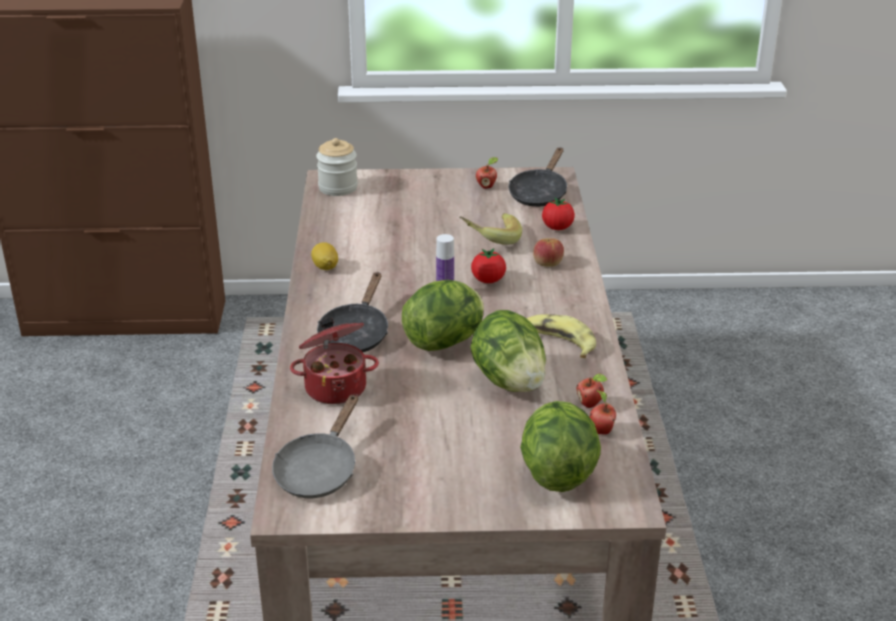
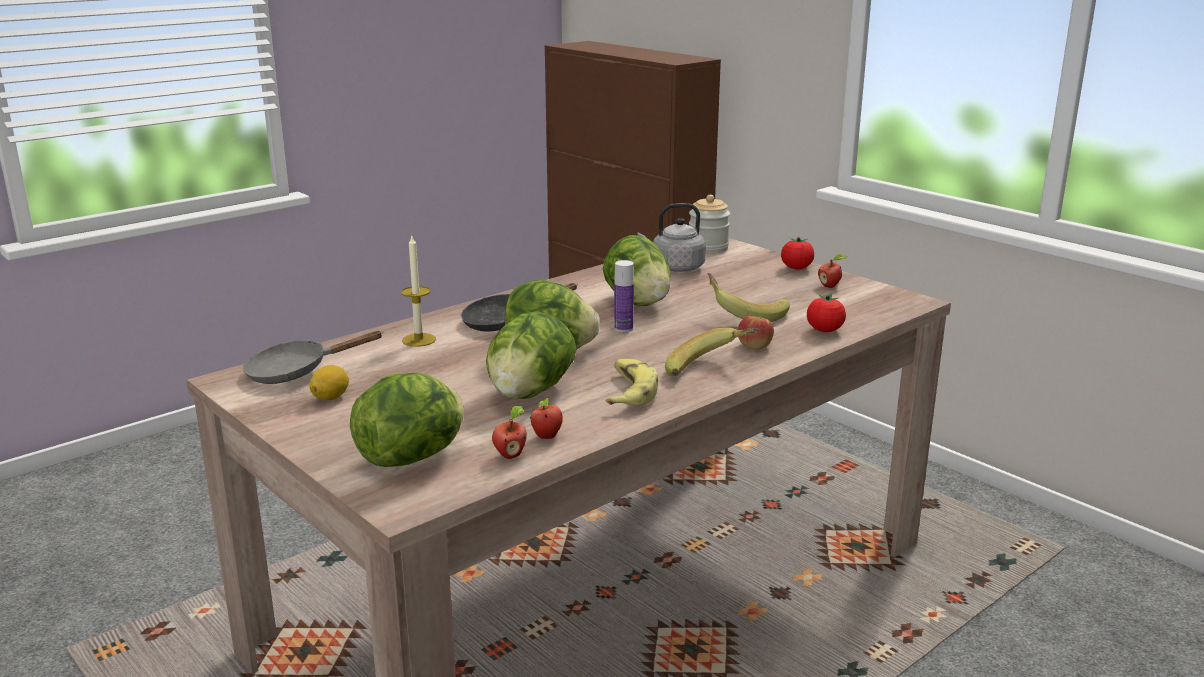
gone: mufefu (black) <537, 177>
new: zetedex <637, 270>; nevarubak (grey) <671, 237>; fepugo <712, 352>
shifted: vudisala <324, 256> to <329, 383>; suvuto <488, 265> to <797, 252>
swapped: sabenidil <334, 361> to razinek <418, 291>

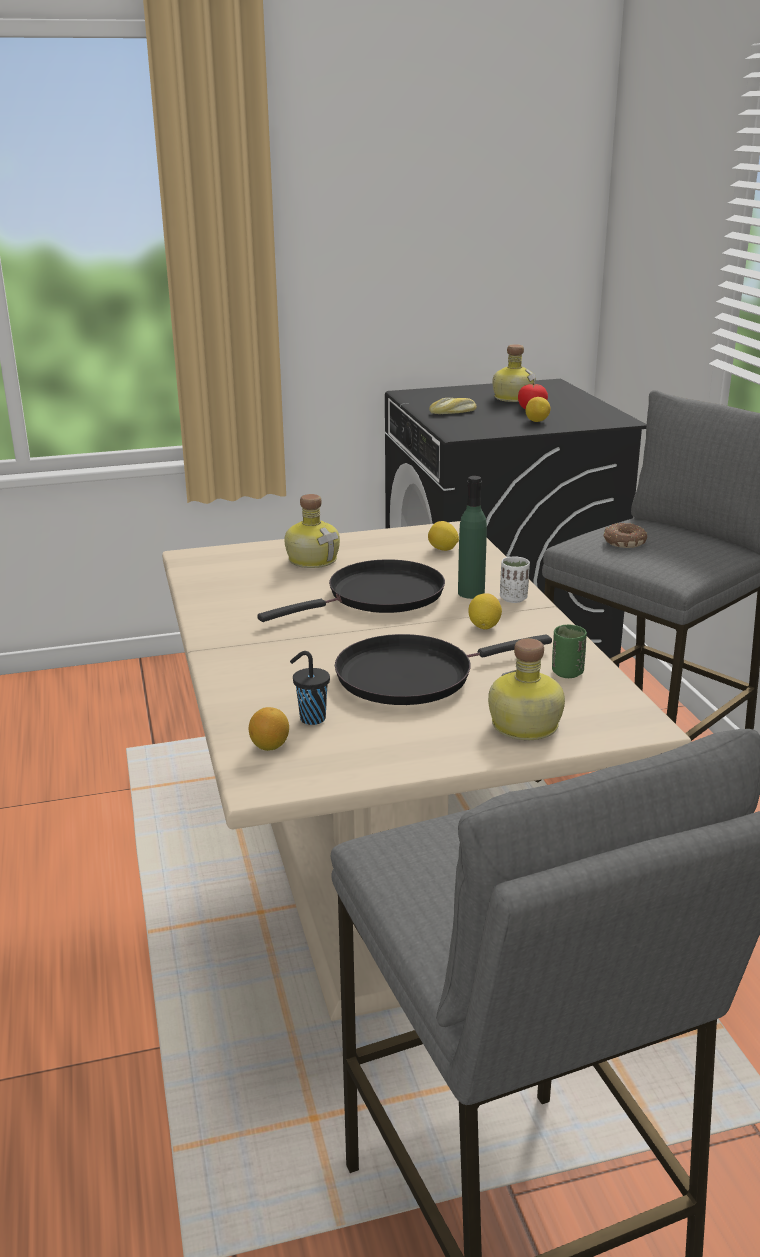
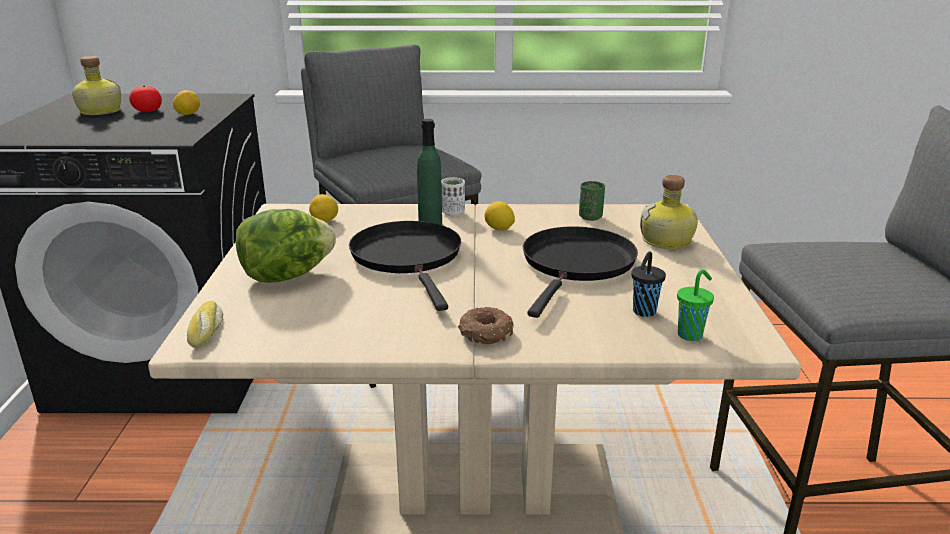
shifted: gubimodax <453, 406> to <205, 324>; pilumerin <625, 535> to <486, 325>
swapped: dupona <312, 531> to zetedex <286, 246>; vudisala <269, 729> to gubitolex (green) <695, 305>
rotated: mufefu (black) <443, 669> = <580, 272> 150 degrees counterclockwise

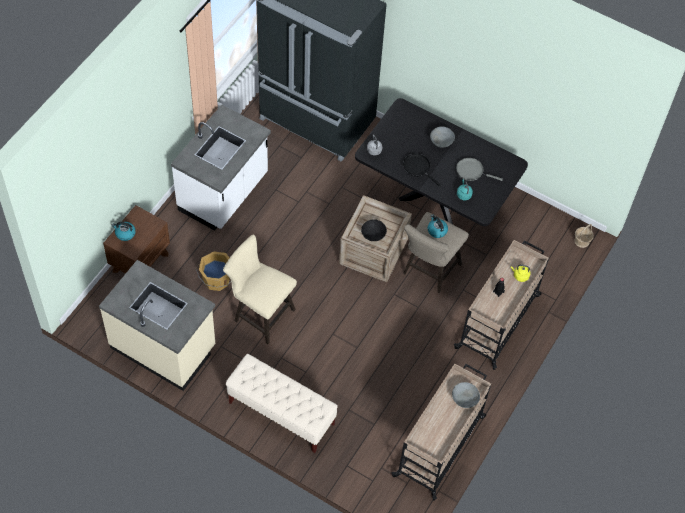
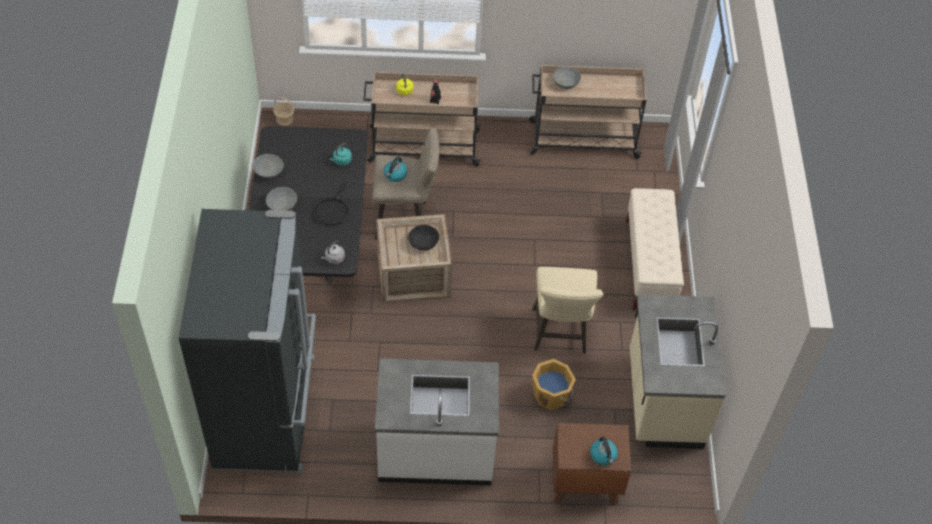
gone: mufefu (grey) <479, 169>
new: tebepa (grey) <268, 166>

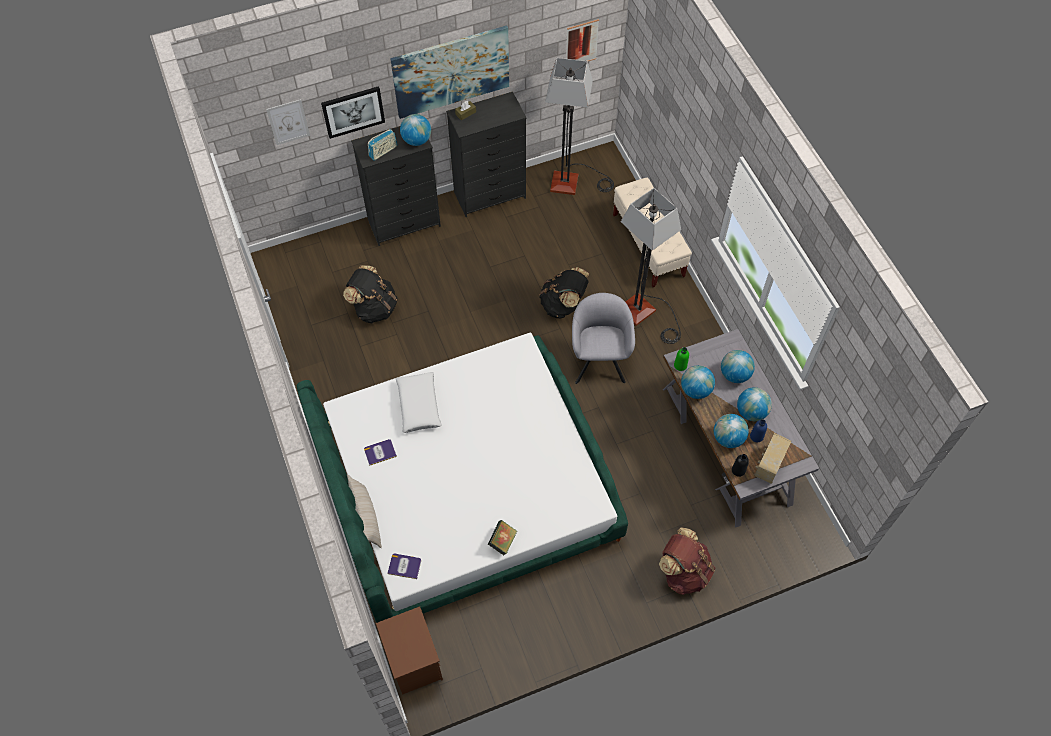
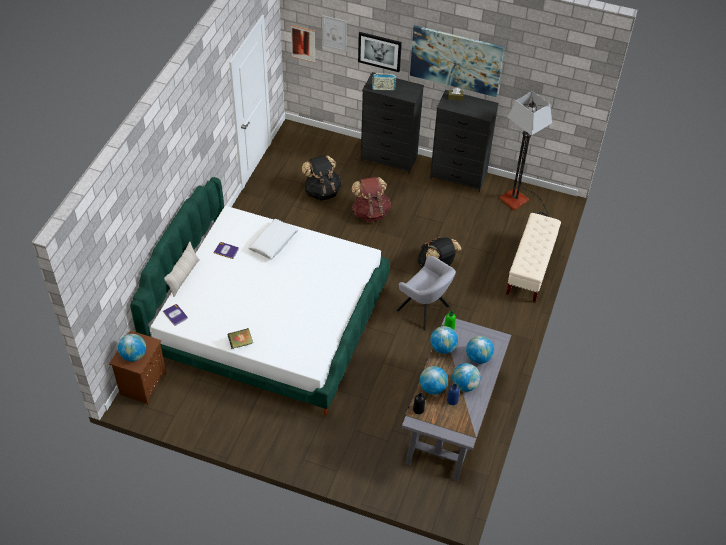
gone: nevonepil <651, 266>; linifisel <772, 458>
shifted: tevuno <415, 130> to <132, 348>; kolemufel <582, 40> to <303, 44>; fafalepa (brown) <687, 561> to <371, 199>
rotated: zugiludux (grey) <603, 338> = <426, 293> 90 degrees clockwise

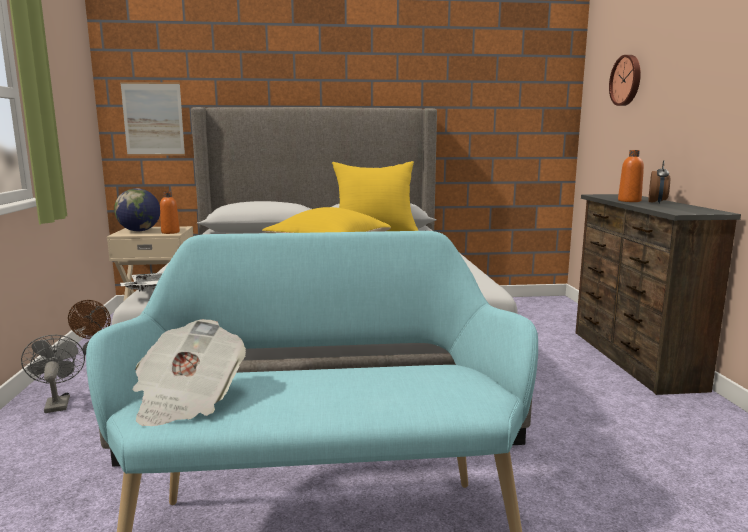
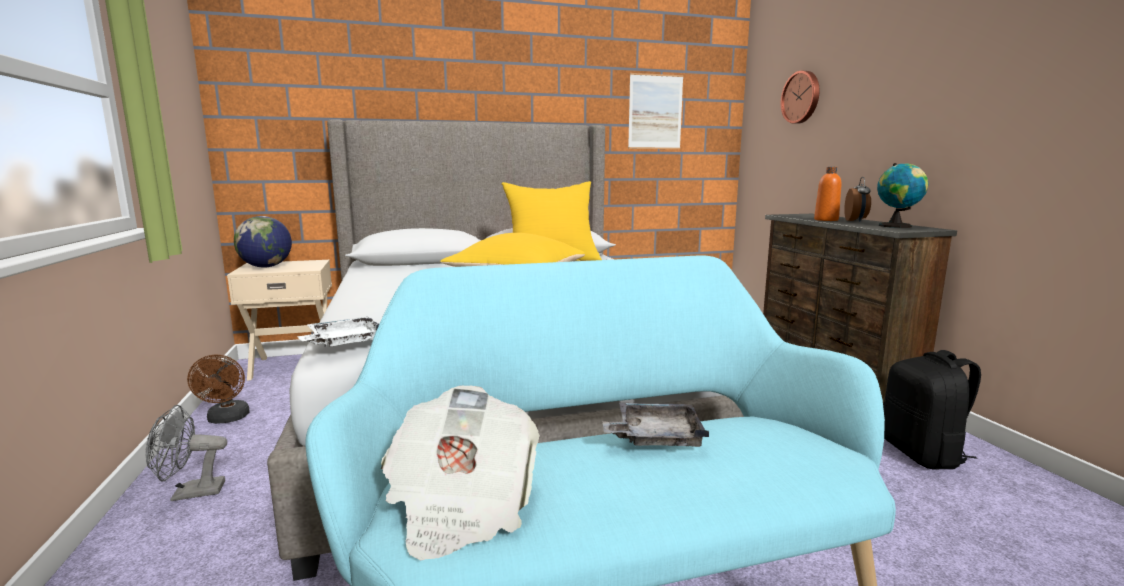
gone: dupona (orange) <170, 212>
new: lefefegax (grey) <655, 424>; tevuno <903, 195>; fafalepa (black) <932, 409>
shifted: kolemufel <152, 119> to <656, 111>
rotated: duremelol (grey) <53, 374> = <186, 453> 75 degrees counterclockwise

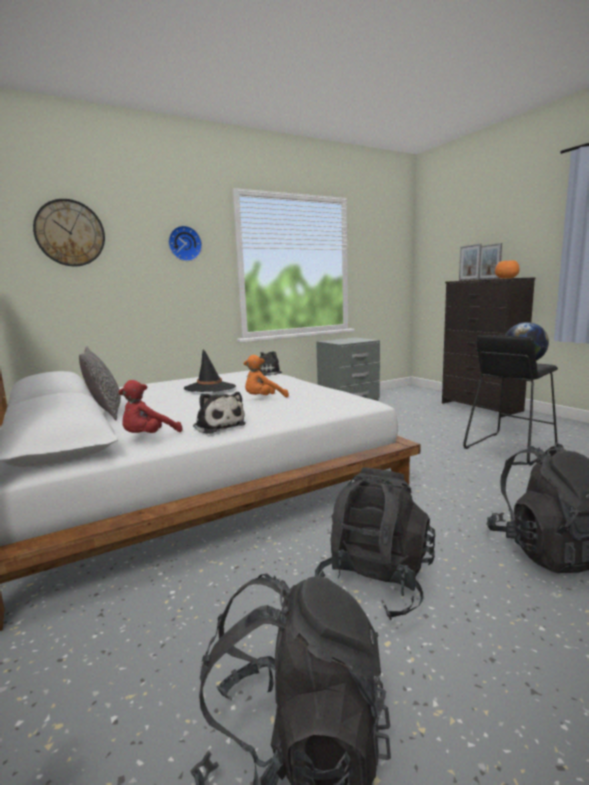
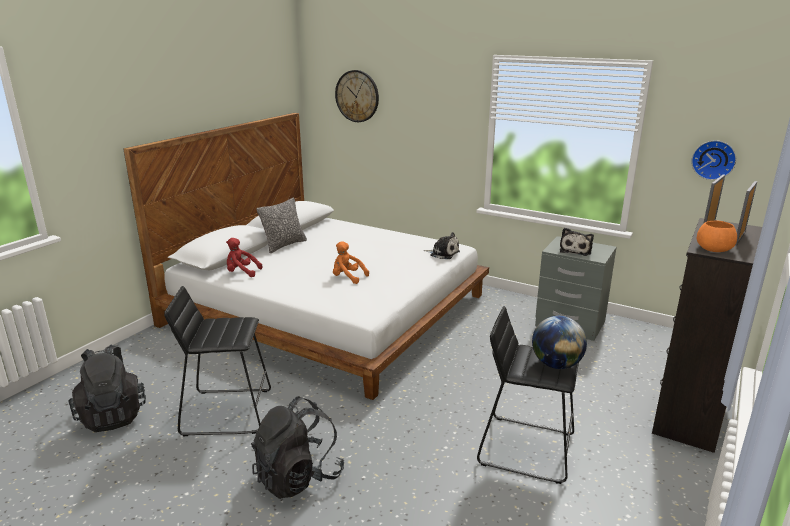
gone: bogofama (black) <209, 370>
shifted: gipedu <219, 413> to <577, 242>; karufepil <185, 243> to <713, 160>
swapped: fafalepa (black) <375, 544> to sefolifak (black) <217, 361>

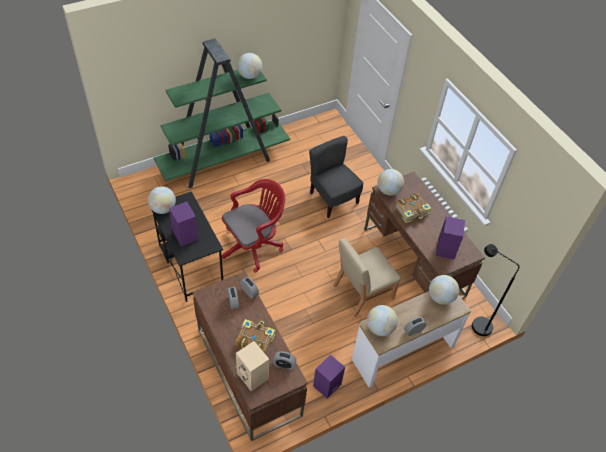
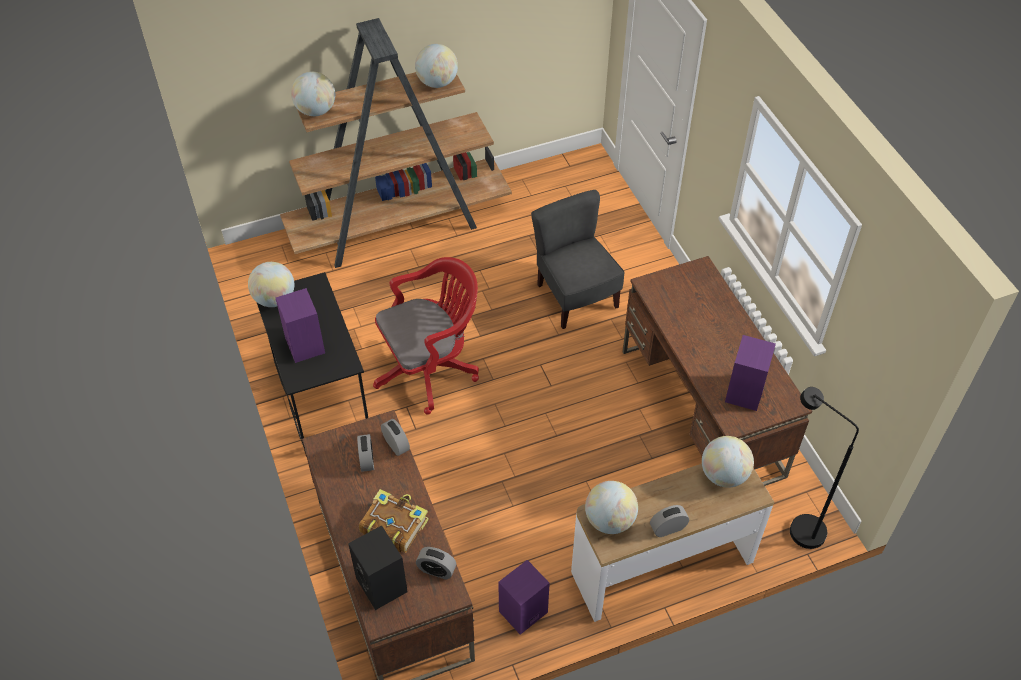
gone: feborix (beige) <367, 277>; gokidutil <413, 208>
shifted: tevuno <391, 182> to <313, 93>
repainted: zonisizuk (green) <222, 113> to zonisizuk (brown) <396, 143>; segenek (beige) <252, 366> to segenek (black) <378, 567>

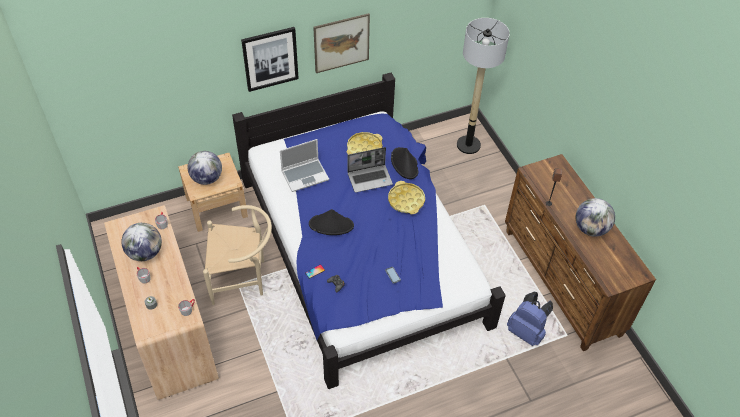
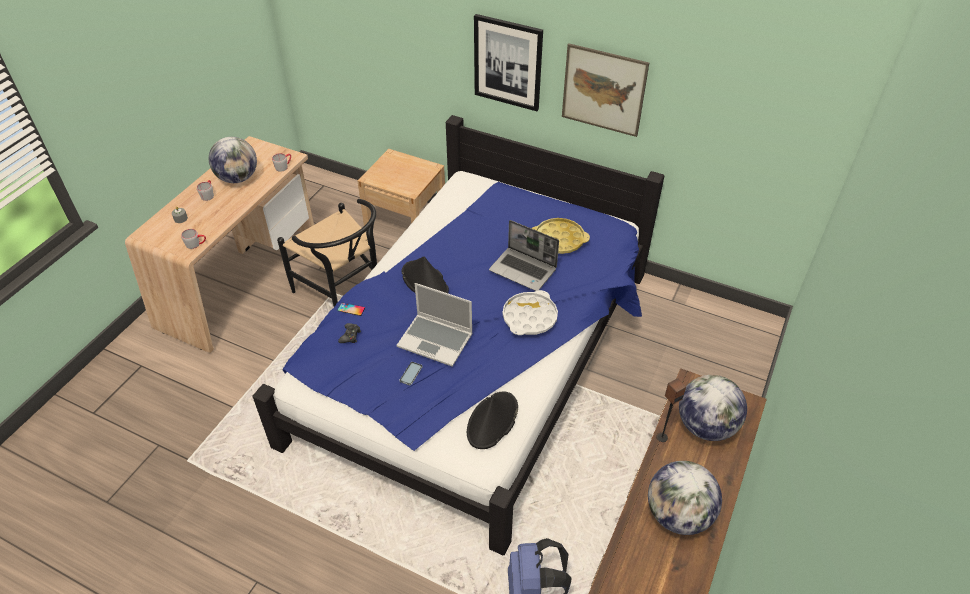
gone: nevonepil <483, 86>
shifted: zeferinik <304, 165> to <434, 325>; bogofama (black) <405, 163> to <492, 420>; tevuno <204, 168> to <713, 408>
repainted: feborix (beige) <237, 255> to feborix (black) <327, 253>; lefefegax (yellow) <406, 197> to lefefegax (white) <530, 312>

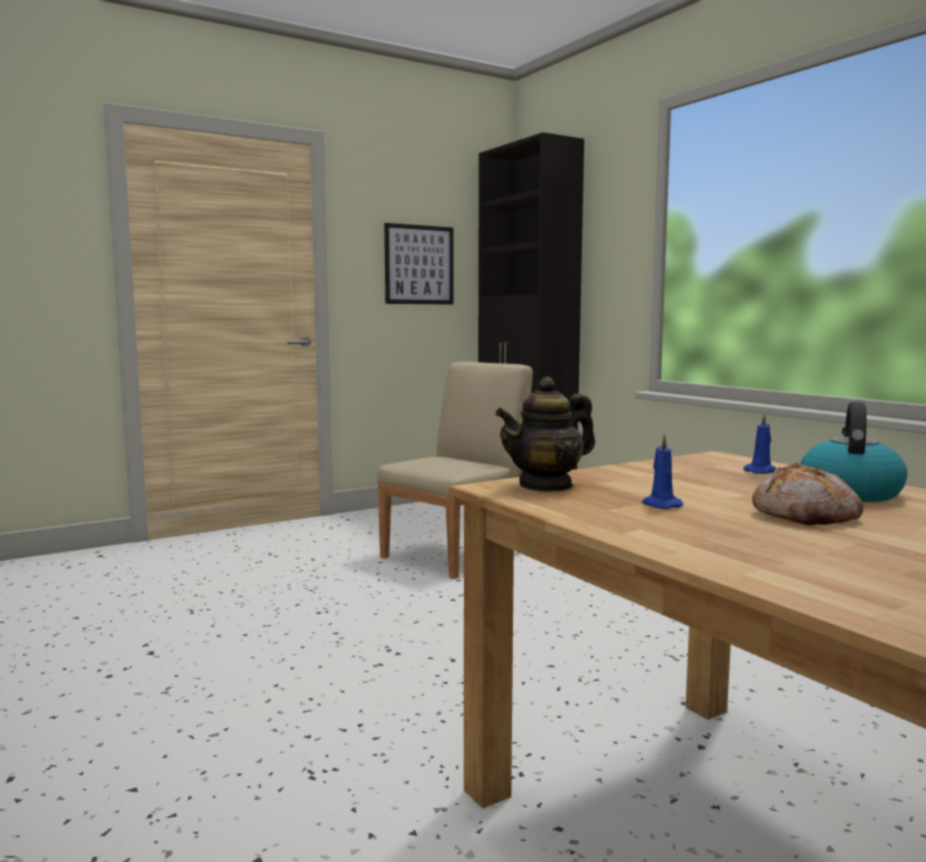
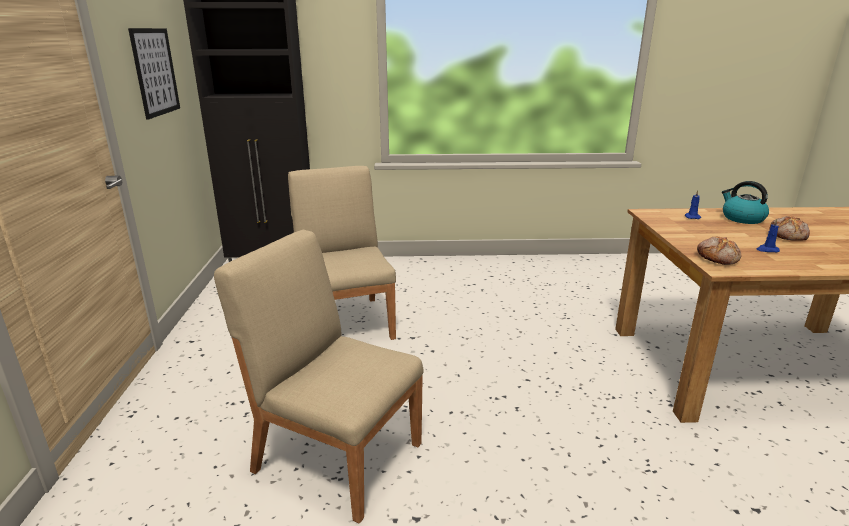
new: feborix (beige) <319, 376>
swapped: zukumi <545, 434> to gubimodax <719, 250>

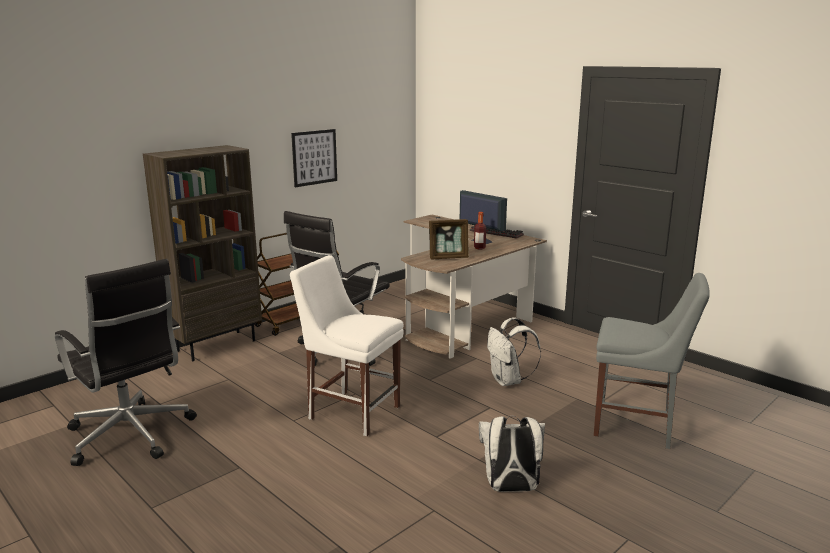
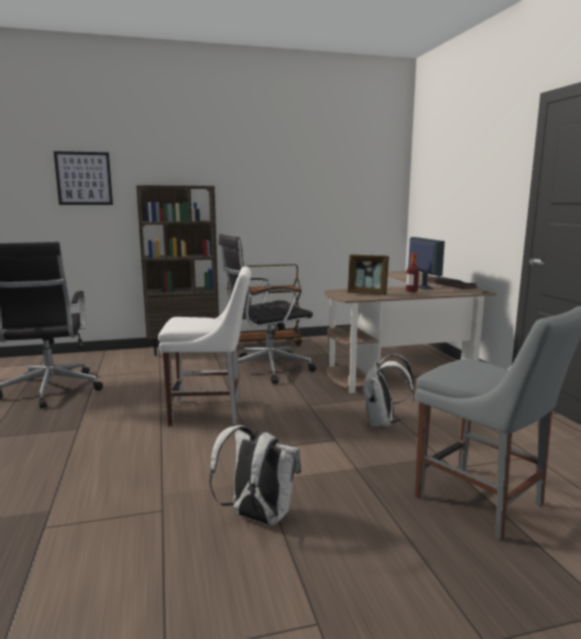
shifted: kolemufel <314, 158> to <83, 178>
rotated: feborix (white) <347, 345> = <204, 346> 120 degrees clockwise

